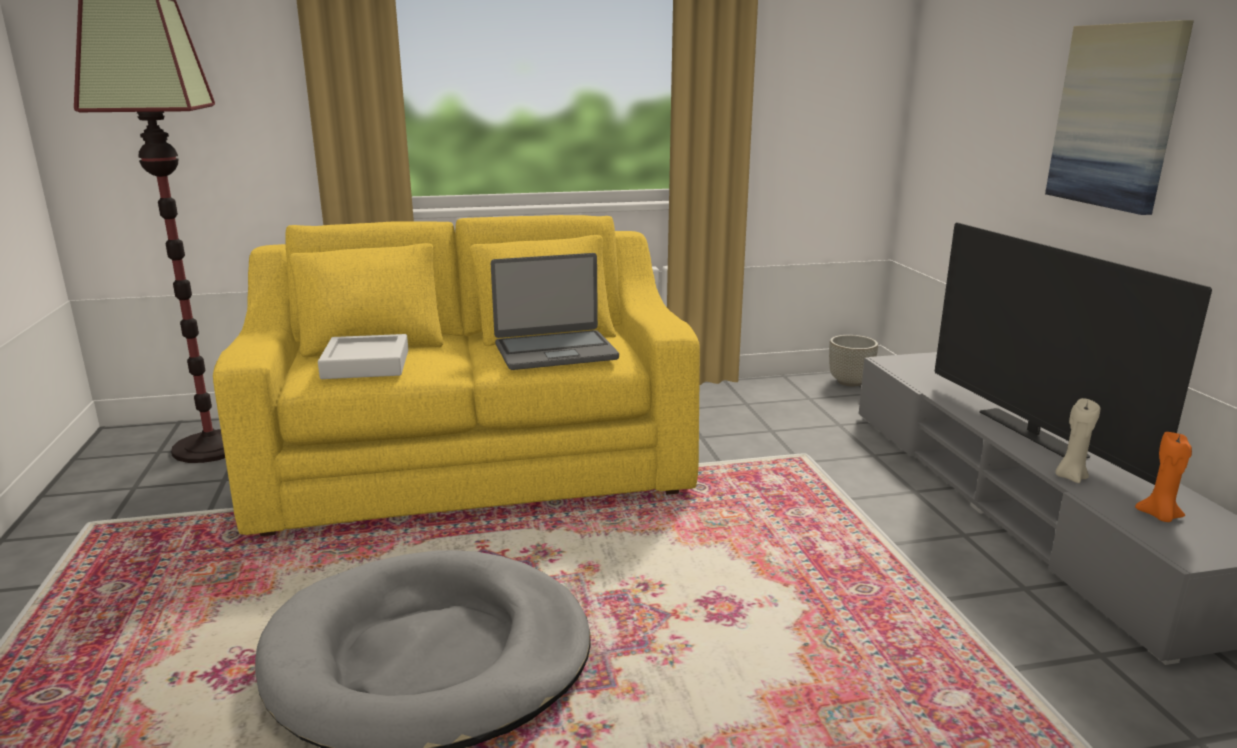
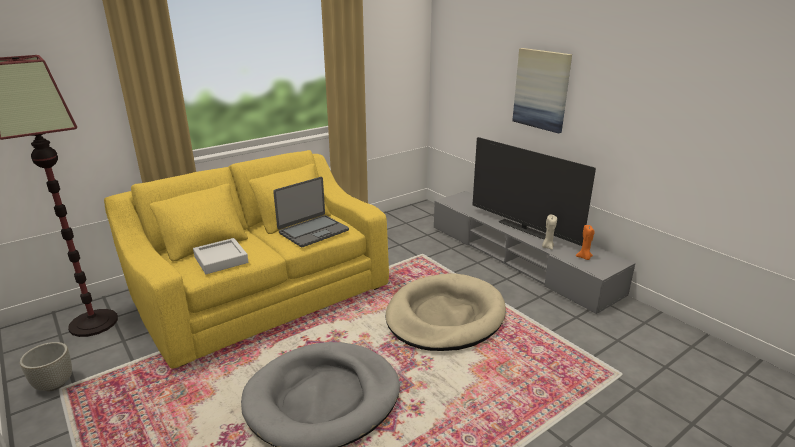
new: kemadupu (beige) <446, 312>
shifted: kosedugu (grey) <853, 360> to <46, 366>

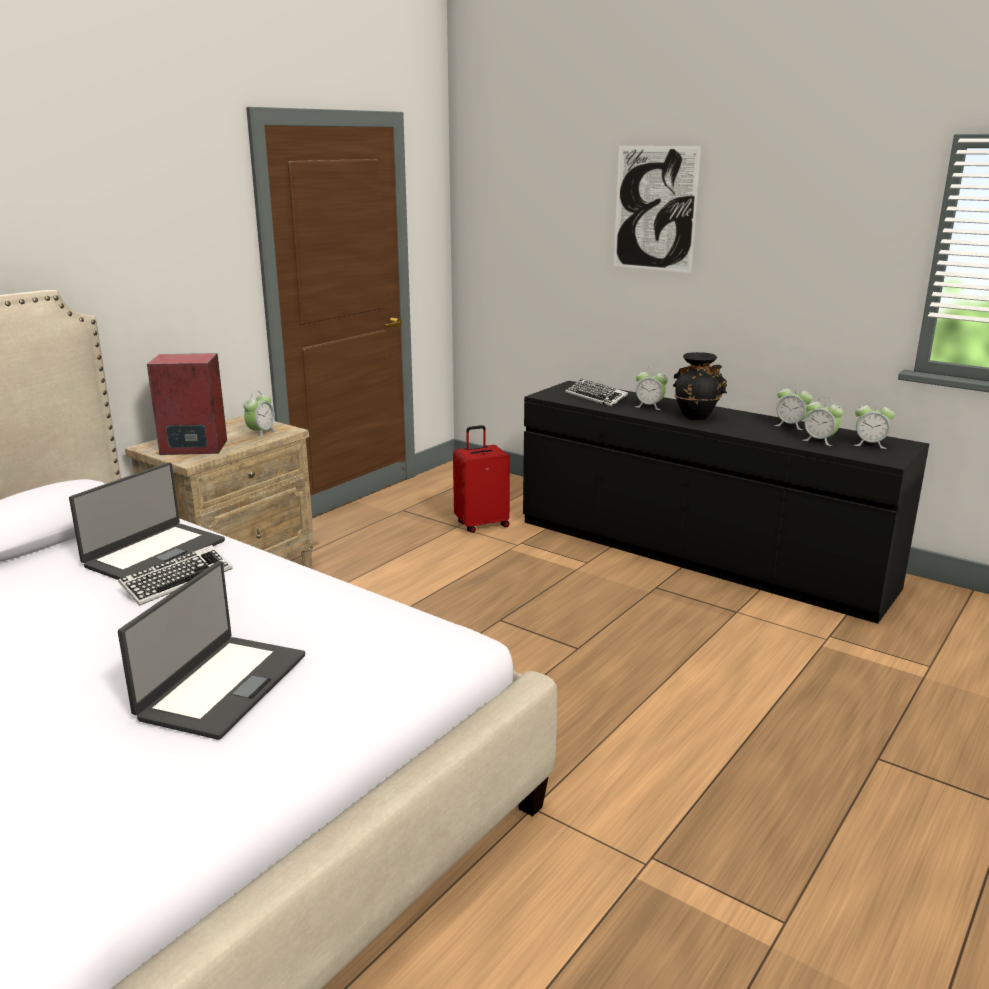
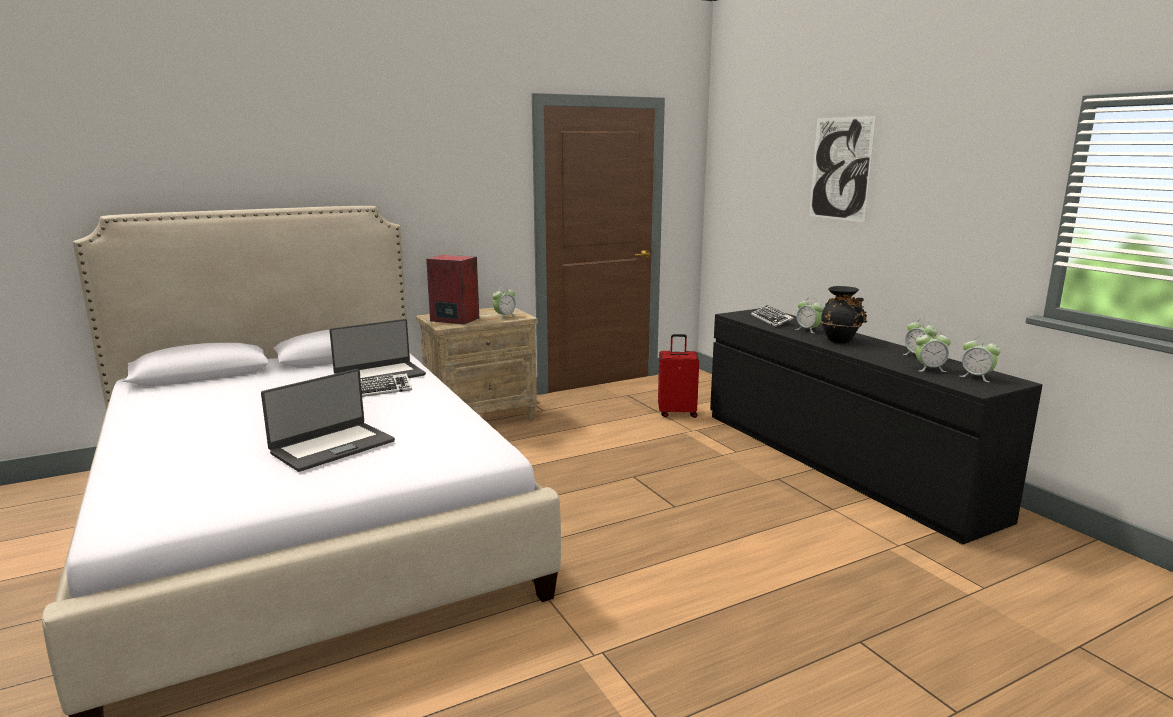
rotated: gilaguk <823, 421> = <933, 351> 60 degrees counterclockwise

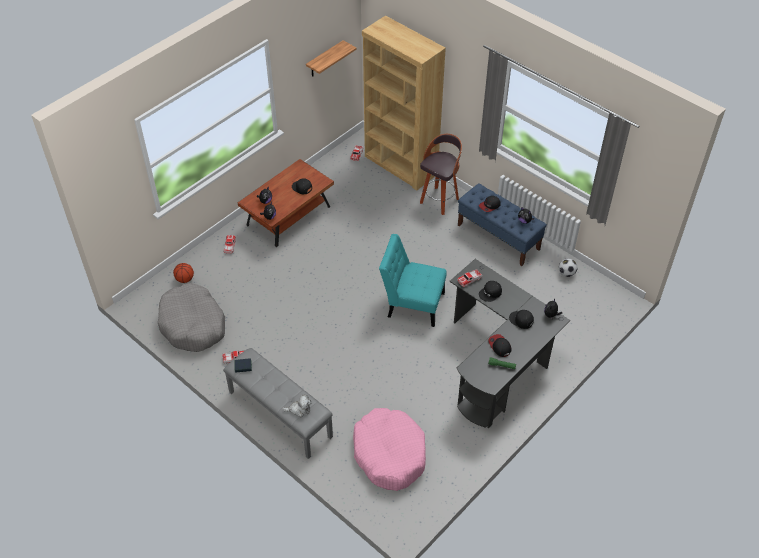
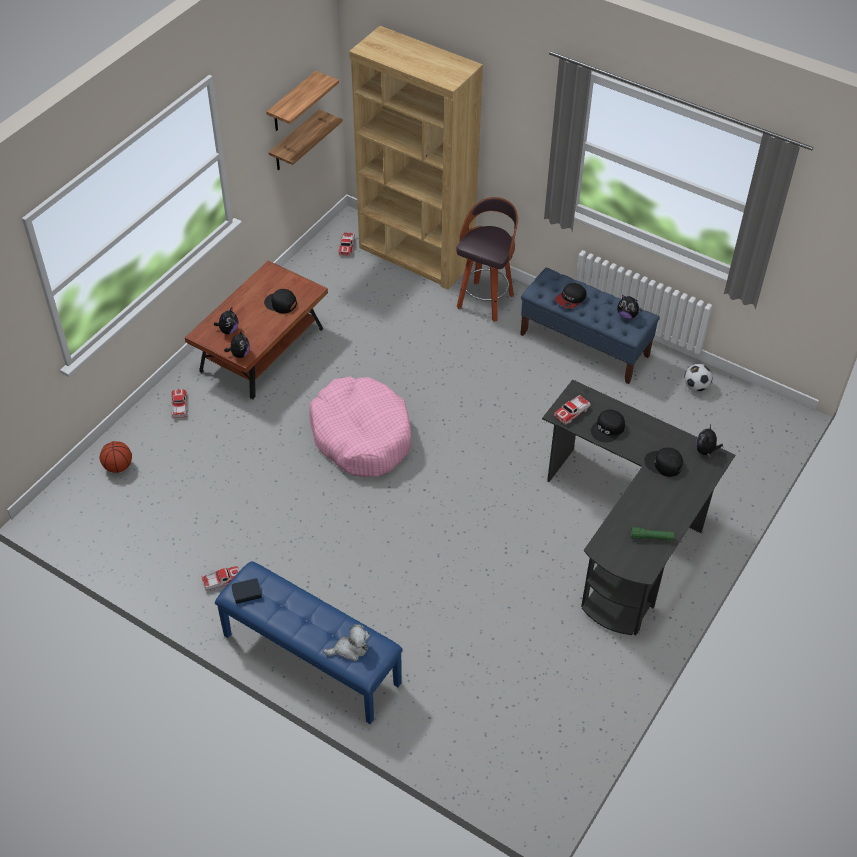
gone: kemadupu (grey) <191, 317>; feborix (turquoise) <413, 280>; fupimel <499, 345>
new: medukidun <305, 139>
shifted: kemadupu (pink) <389, 449> to <360, 427>
repainted: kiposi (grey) <278, 403> to kiposi (blue) <309, 642>

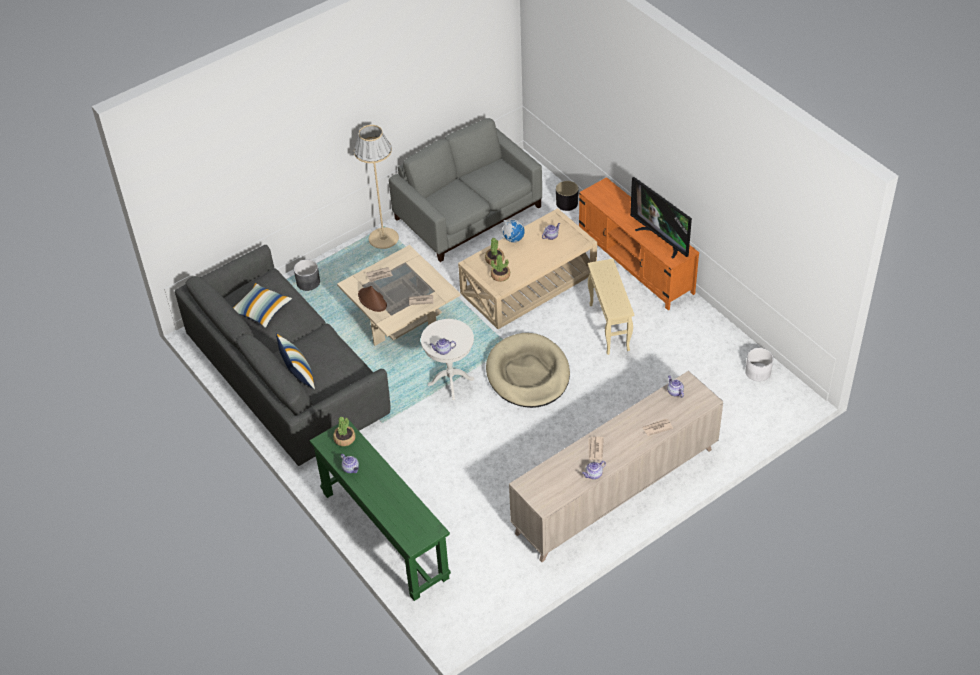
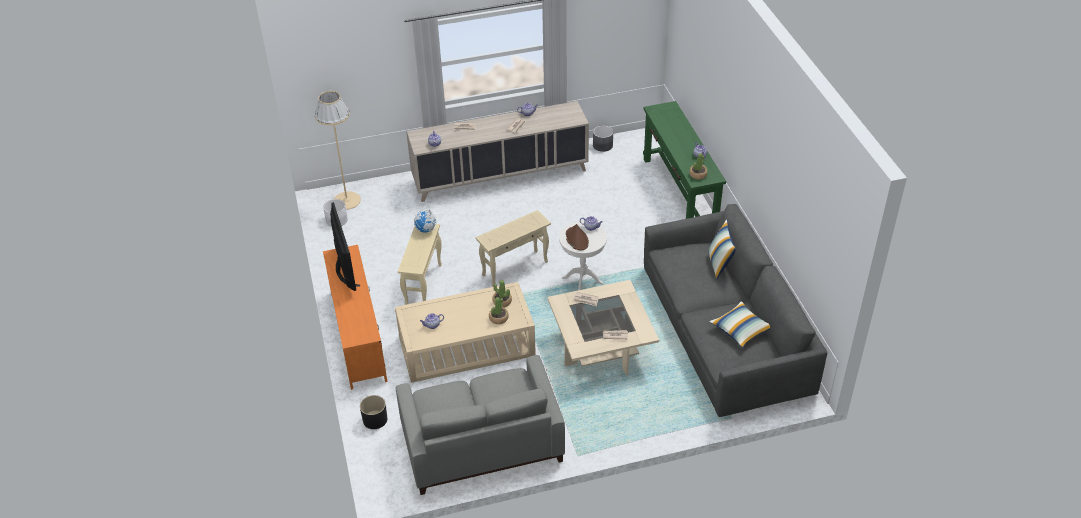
shifted: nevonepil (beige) <376, 187> to <338, 150>; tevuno <513, 231> to <425, 221>; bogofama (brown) <372, 299> to <577, 237>; kosedugu (grey) <307, 275> to <603, 139>
swapped: kemadupu (beige) <528, 370> to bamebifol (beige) <513, 248>

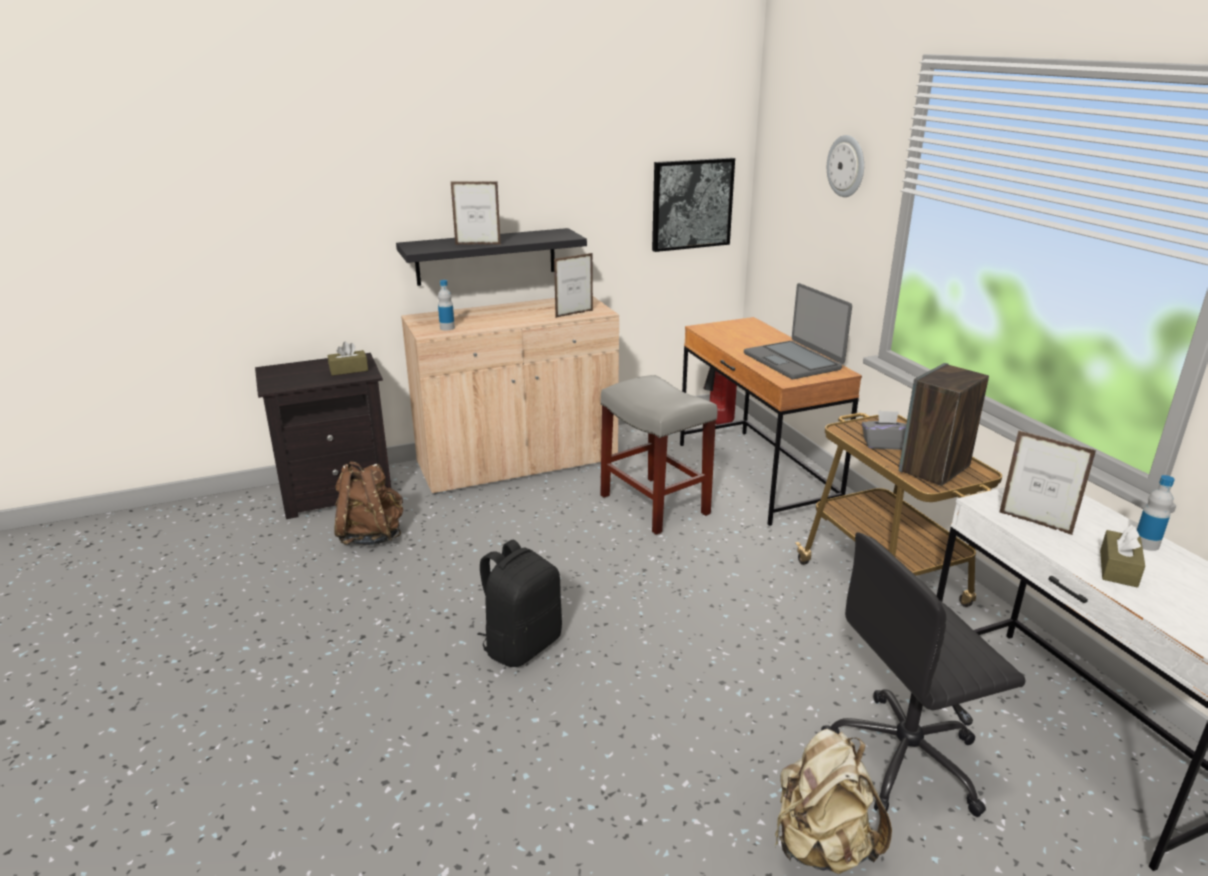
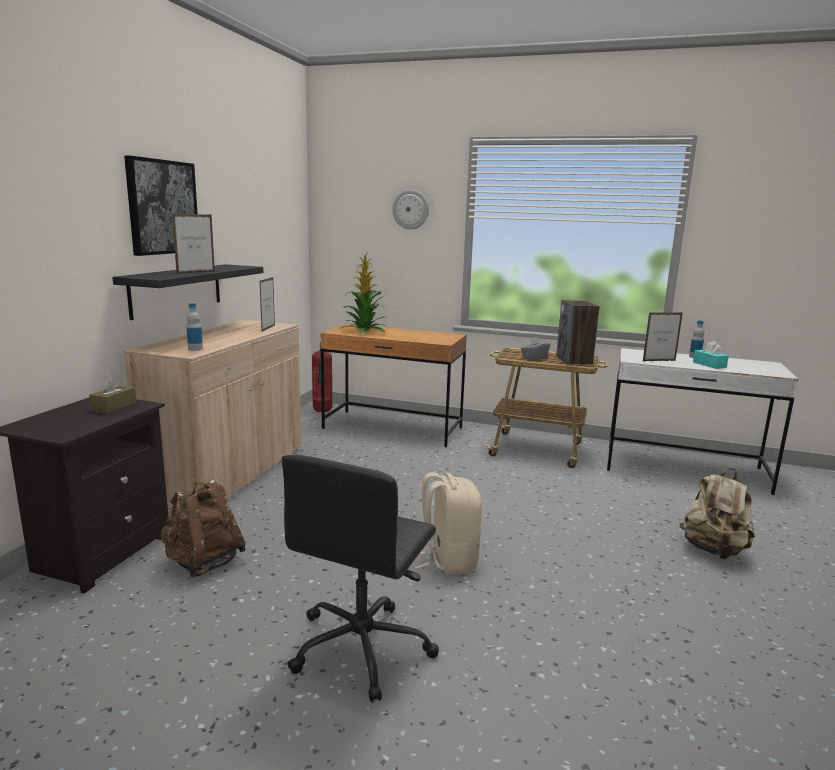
gone: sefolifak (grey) <659, 455>; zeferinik <798, 331>
new: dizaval <362, 293>
shifted: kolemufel <693, 205> to <161, 206>; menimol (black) <923, 674> to <360, 578>
repainted: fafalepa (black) <519, 603> to fafalepa (beige) <448, 523>; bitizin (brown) <1122, 556> to bitizin (turquoise) <711, 355>

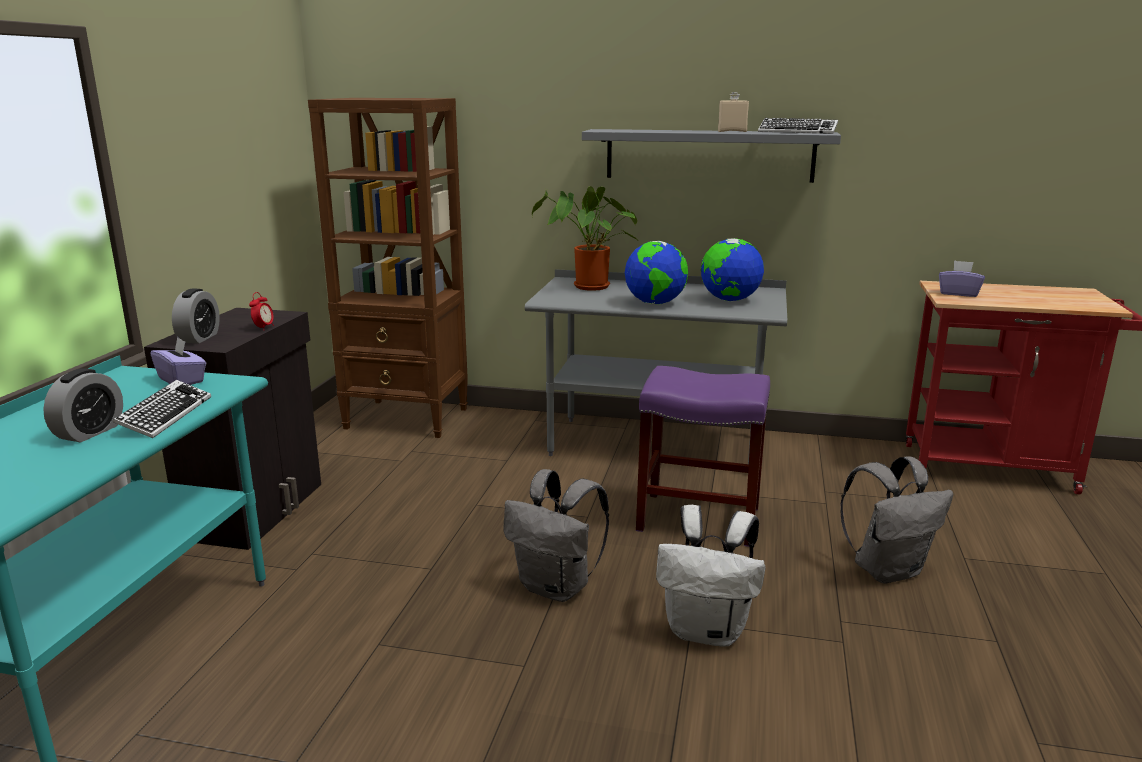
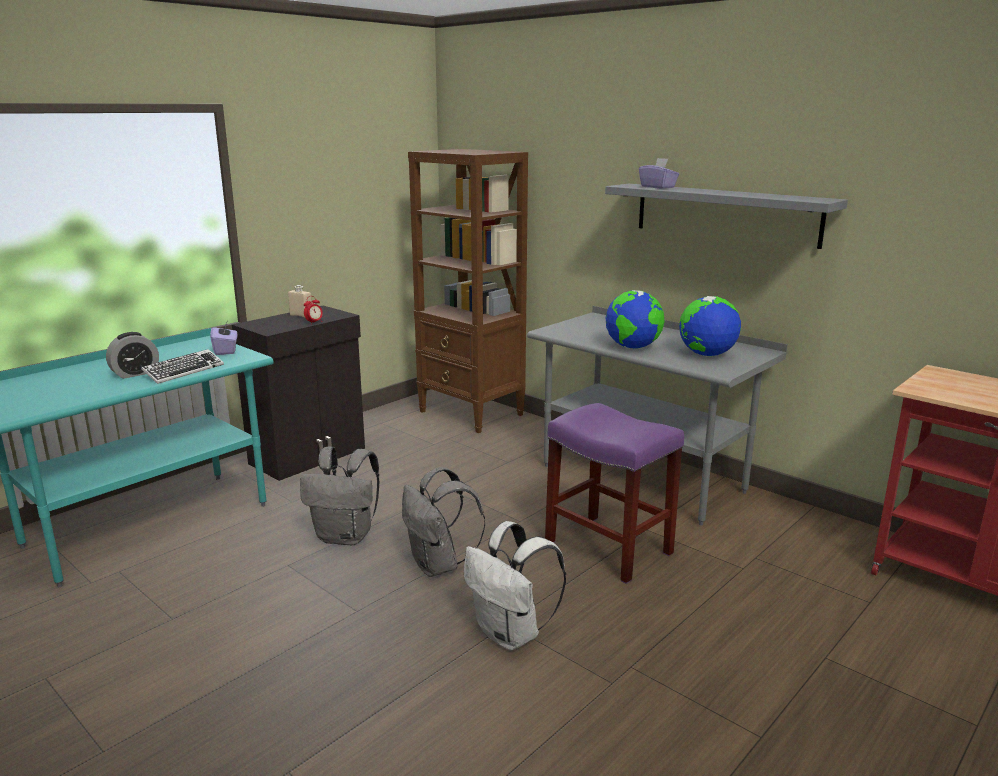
gone: gilaguk <196, 316>; dizaval <584, 238>; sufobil <798, 126>
shifted: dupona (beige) <733, 112> to <299, 301>; fafalepa (grey) <896, 520> to <339, 496>; bitizin (purple) <962, 278> to <659, 173>

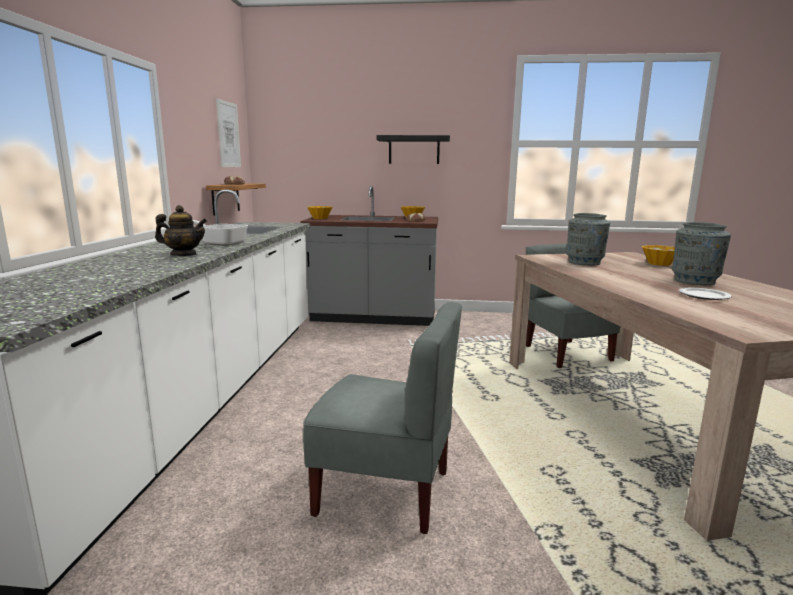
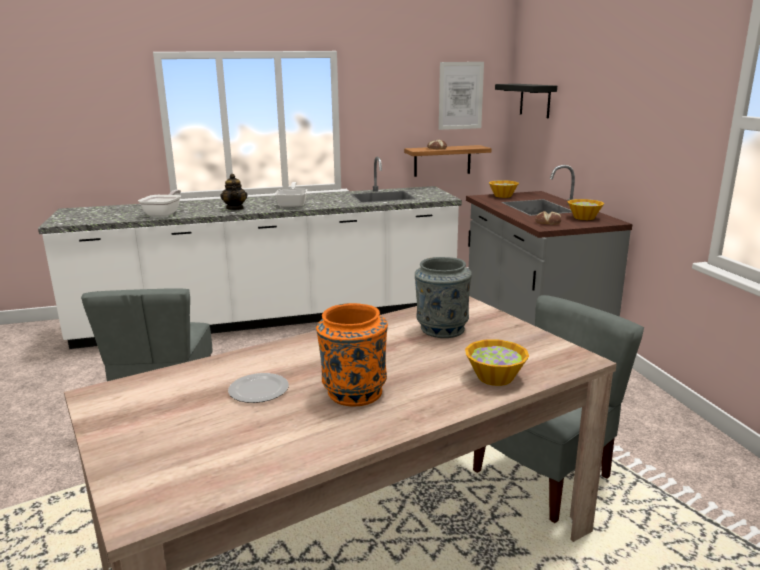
new: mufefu <159, 203>
shifted: medukidun (black) <413, 149> to <526, 101>
repainted: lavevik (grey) <701, 253> to lavevik (orange) <352, 354>

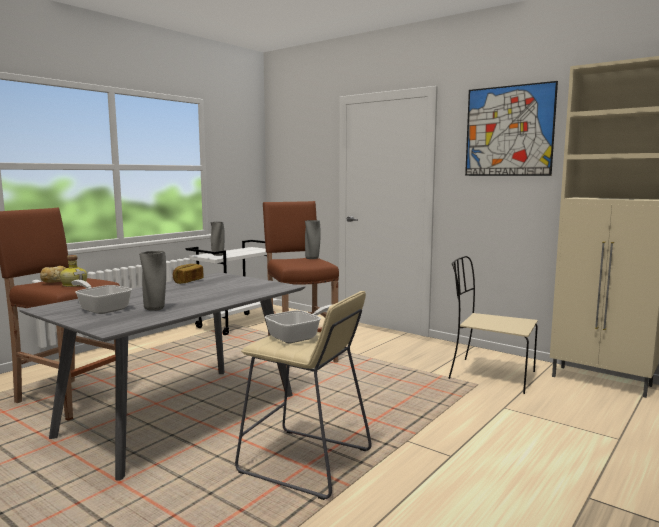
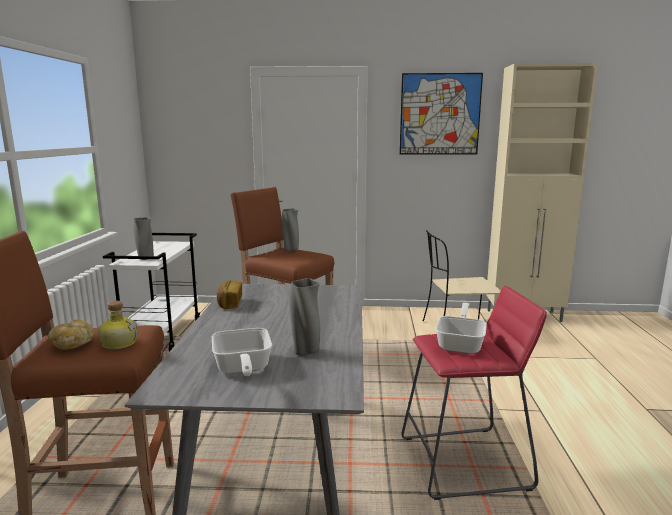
repainted: sefolifak (beige) <303, 395> to sefolifak (red) <474, 393>
rotated: mufefu <101, 297> = <242, 352> 105 degrees counterclockwise

